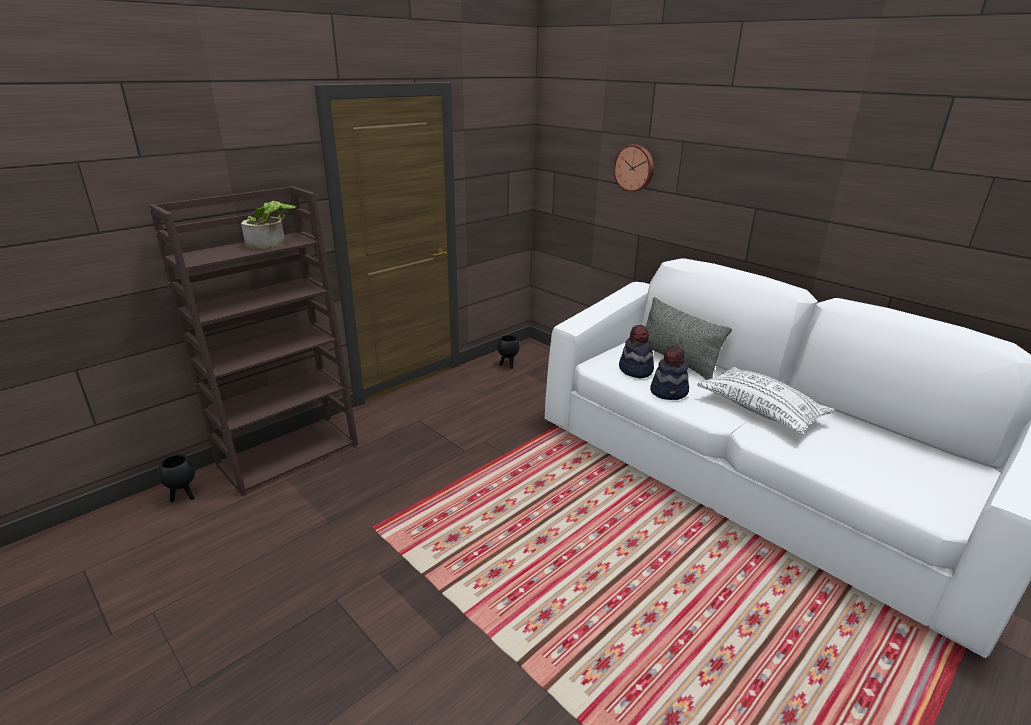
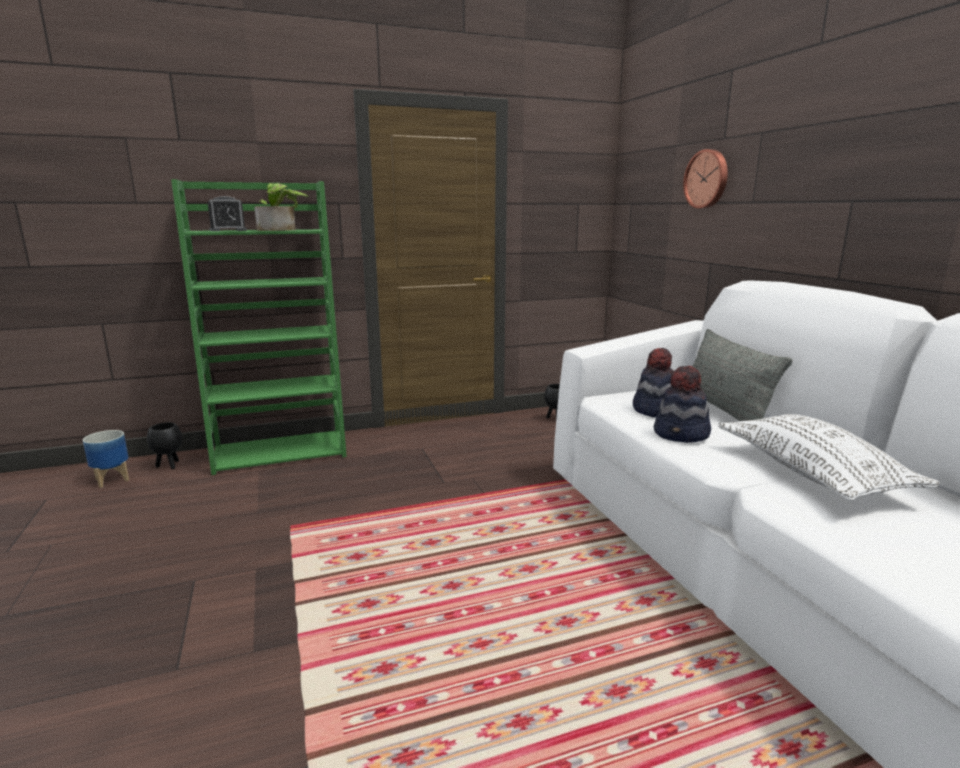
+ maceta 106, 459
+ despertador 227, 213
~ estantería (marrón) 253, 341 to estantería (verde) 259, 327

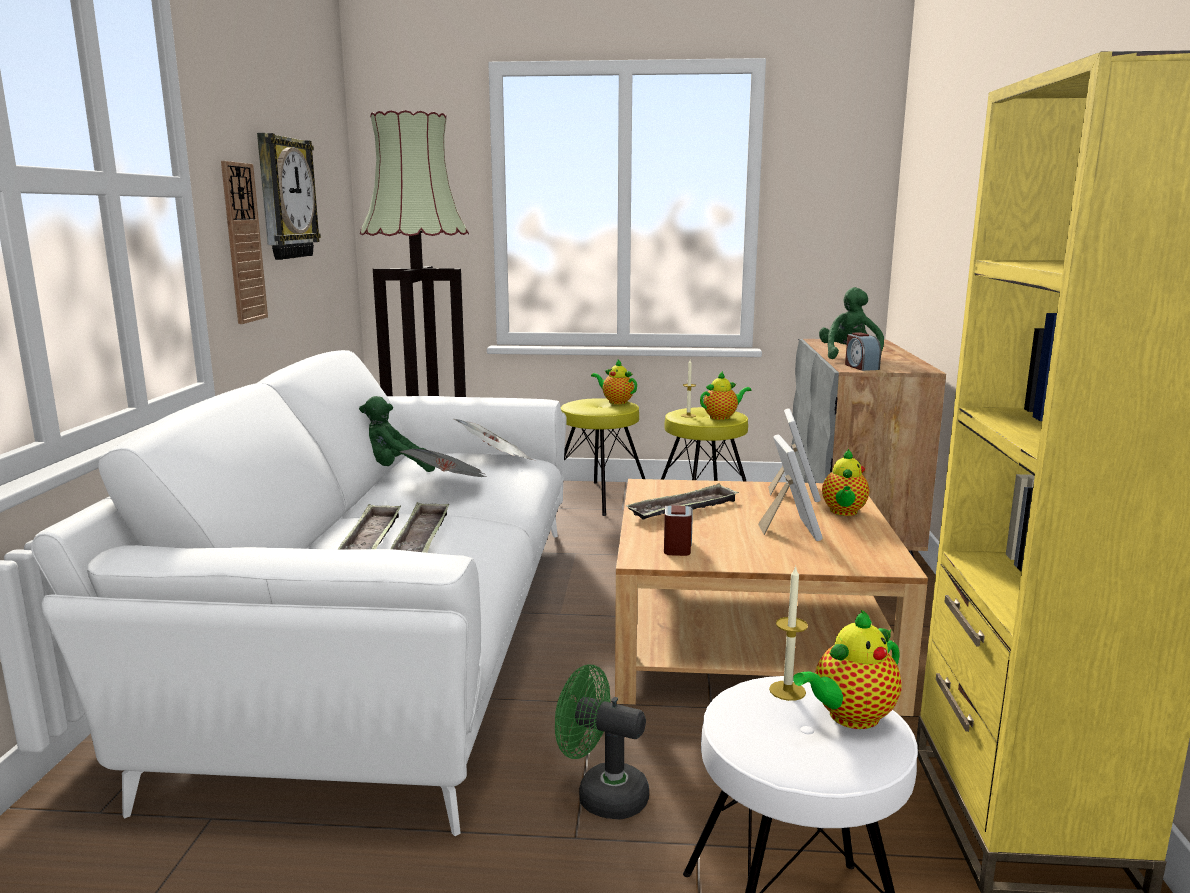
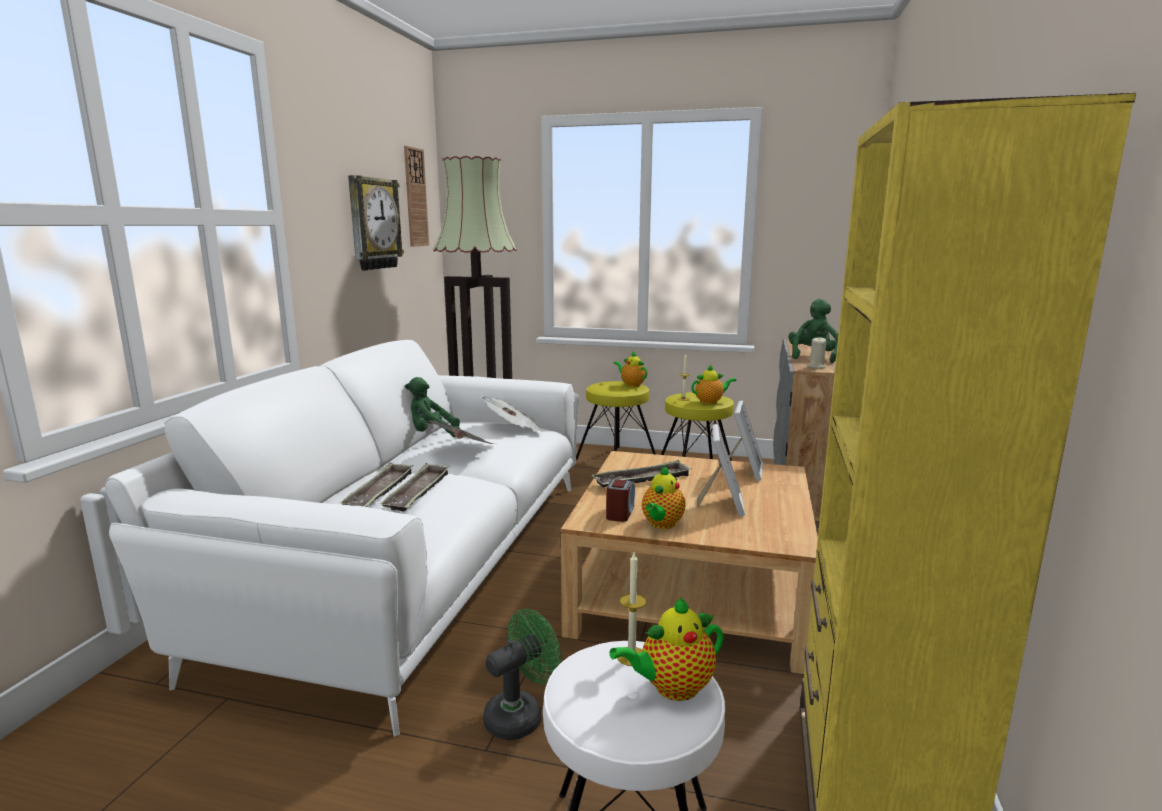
~ reloj de pared 244, 242 to 416, 196
~ tetera 845, 482 to 664, 497
~ despertador 863, 351 to vela (beis) 816, 353
~ ventilador (verde) 602, 742 = 522, 674 105 degrees clockwise

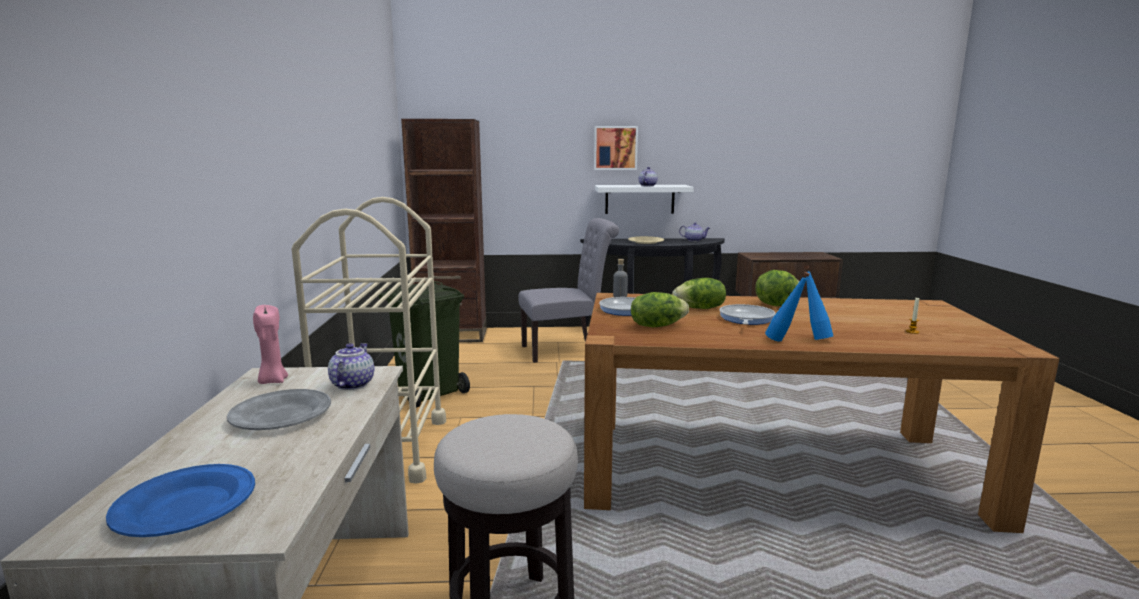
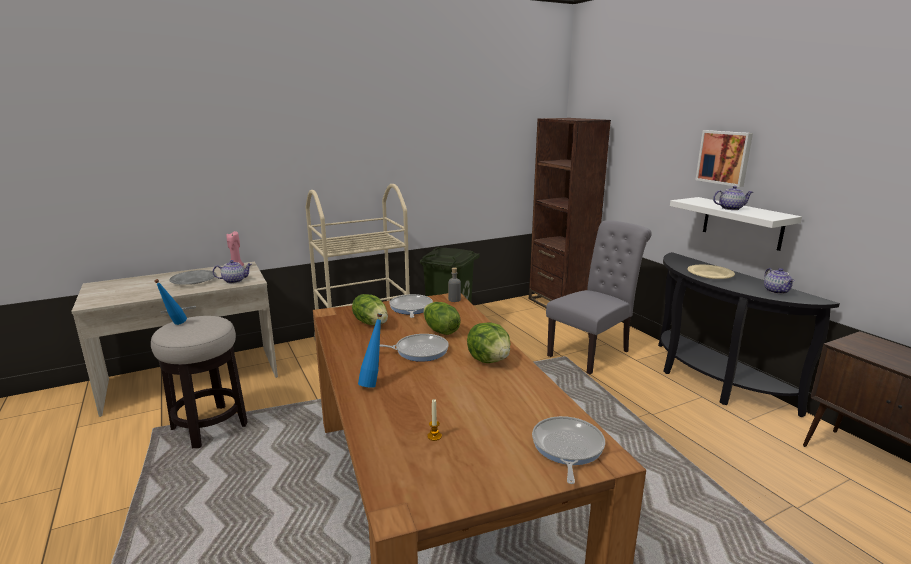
- plato (azul) 180, 500
+ sartén 568, 450
~ botella (azul) 787, 307 to 170, 302
~ silla (gris) 568, 290 = 599, 297 90 degrees counterclockwise

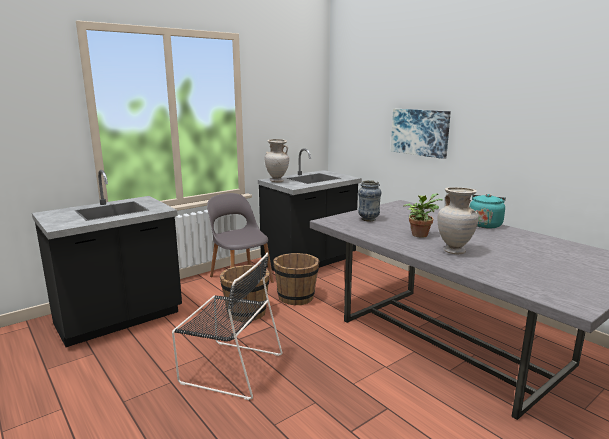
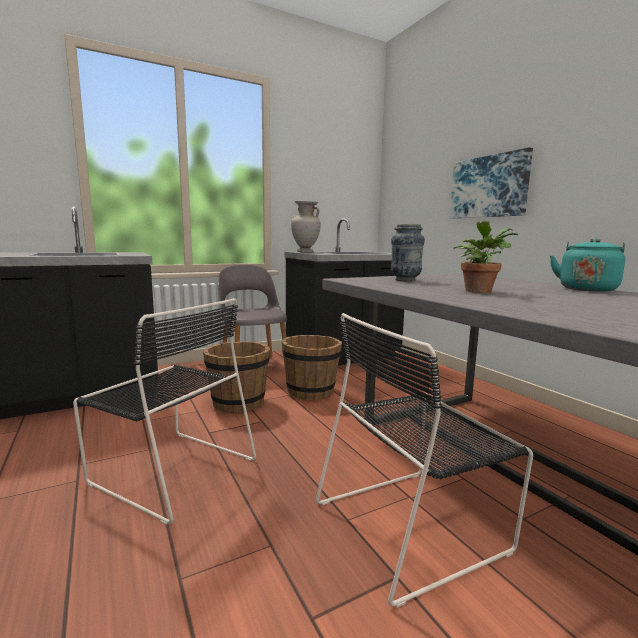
- florero (beis) 458, 220
+ silla (negro) 424, 460

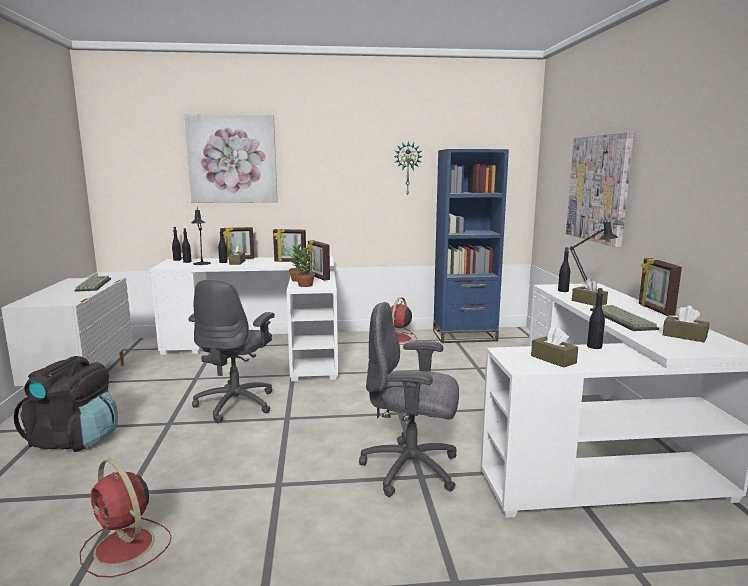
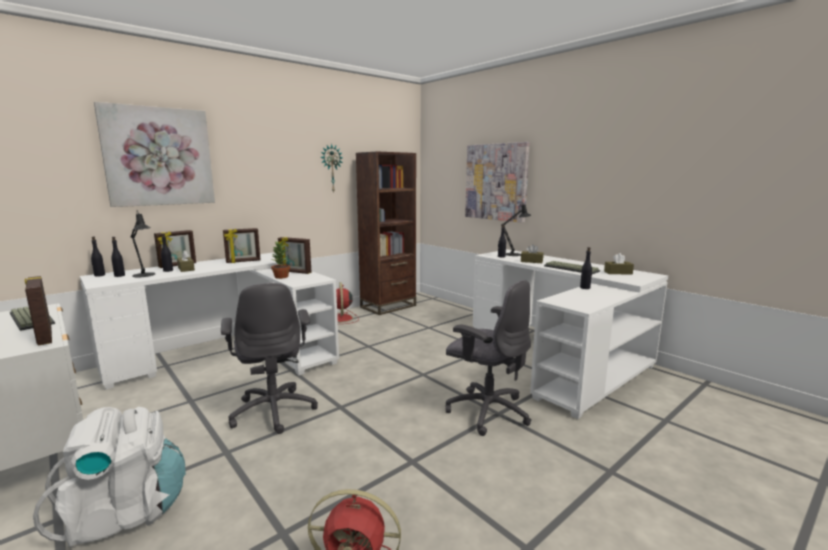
- planta en maceta 305, 267
- caja de pañuelos (marrón) 554, 347
~ portarretratos 660, 287 to 38, 311
~ mochila (negro) 66, 404 to mochila (blanco) 109, 477
~ estantería (azul) 471, 246 to estantería (marrón) 386, 233
~ silla de oficina (gris) 409, 399 = 488, 358 120 degrees counterclockwise

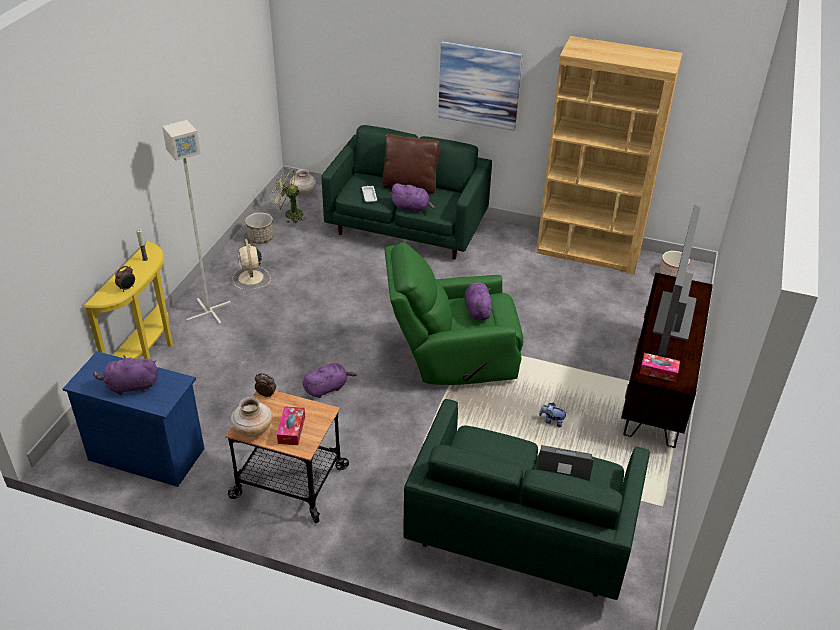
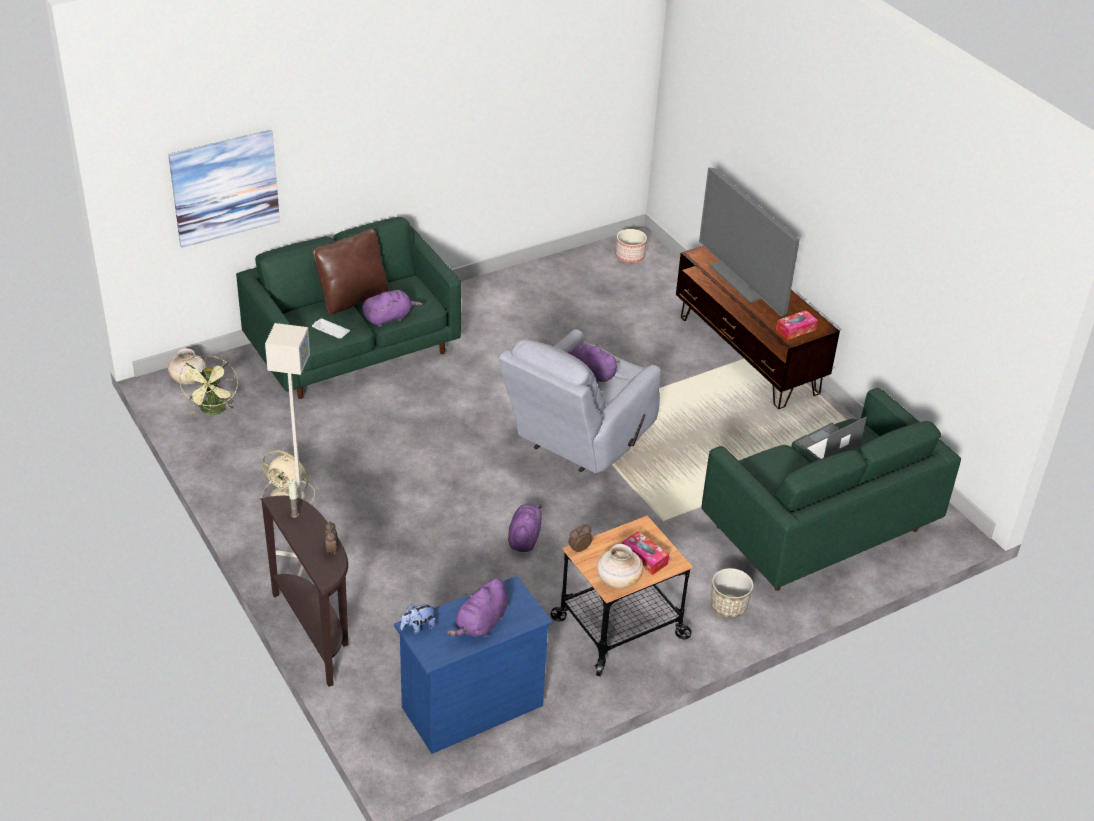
- estantería (marrón) 609, 155
~ maceta 259, 228 to 732, 593
~ cuadro 480, 86 to 224, 189
~ peluche 553, 414 to 418, 619
~ mesa consola (amarillo) 128, 300 to mesa consola (marrón) 304, 591
~ sillón (verde) 453, 313 to sillón (gris) 580, 401
~ ventilador (verde) 287, 195 = 208, 385 60 degrees counterclockwise

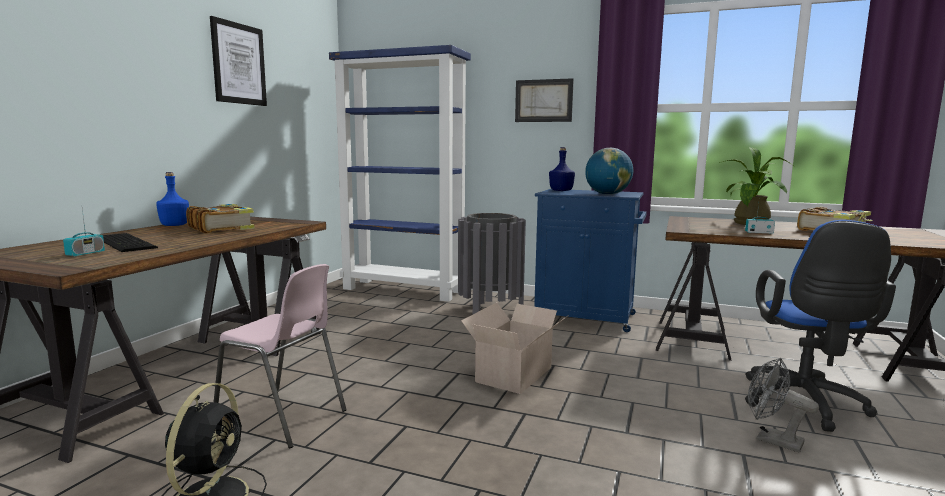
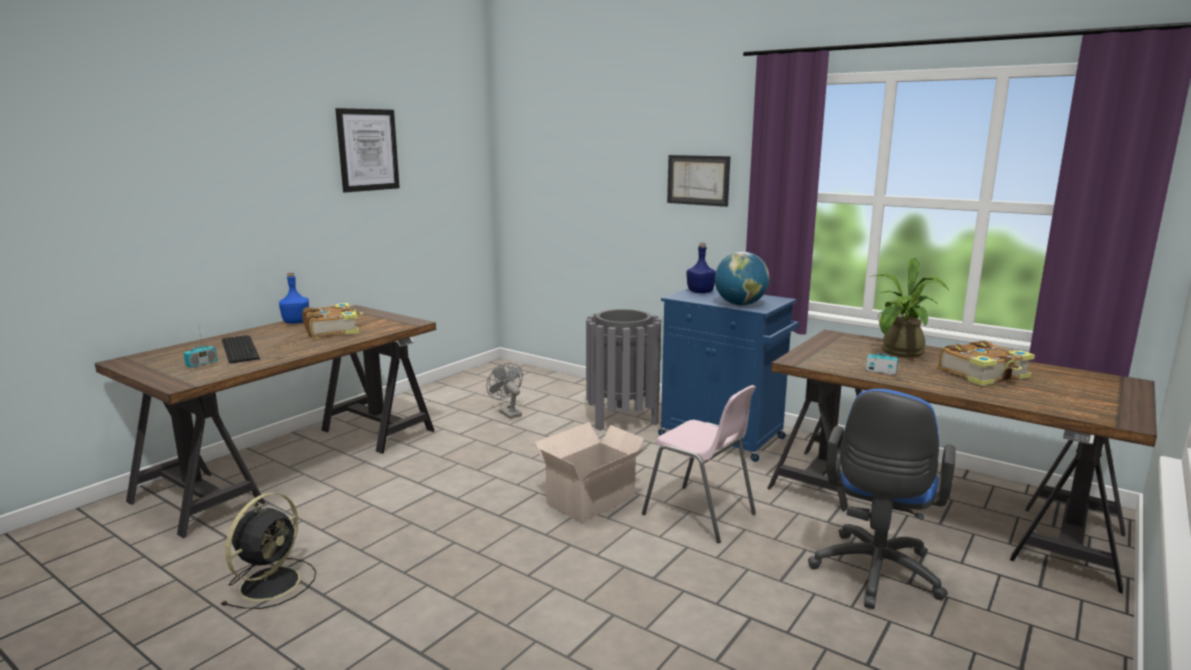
- estantería (azul) 400, 173
~ silla (rosa) 280, 356 to 699, 464
~ ventilador (gris) 783, 405 to 504, 391

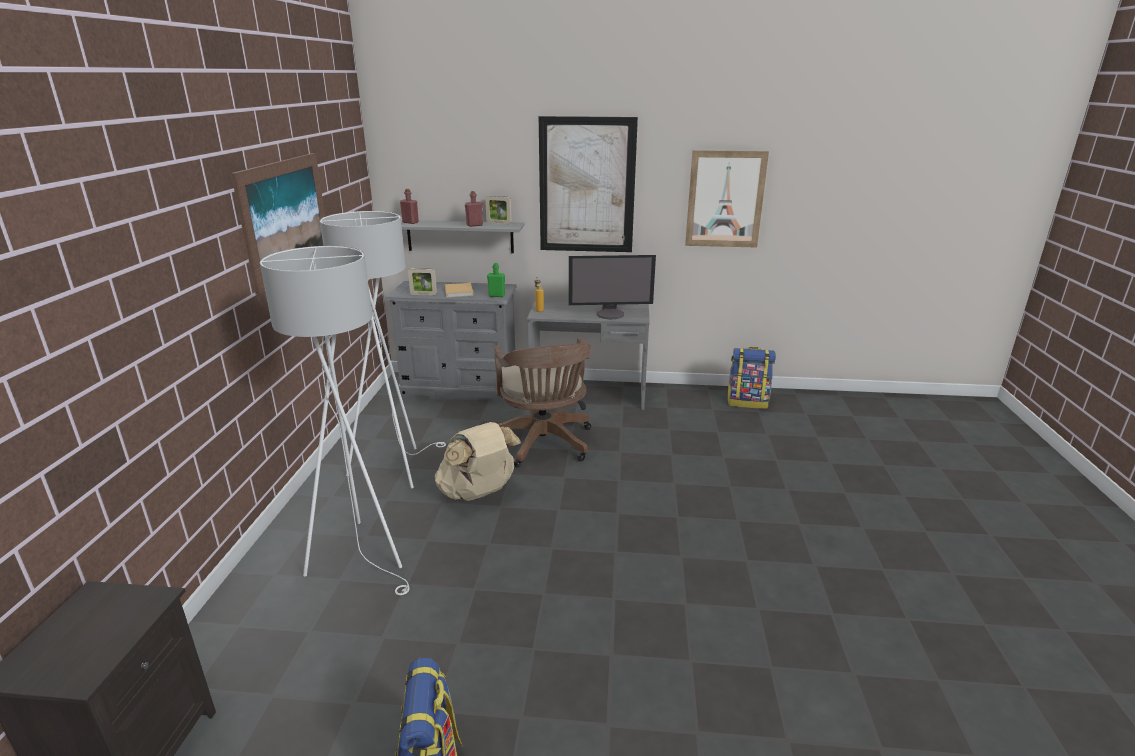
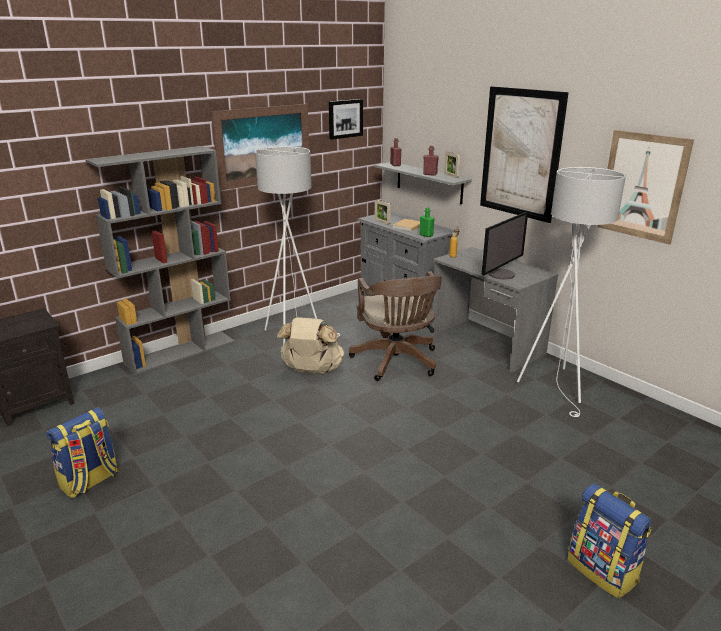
+ estantería (gris) 160, 260
+ cuadro 346, 119
~ lámpara de pie (blanco) 334, 420 to 571, 292
~ mochila 751, 378 to 609, 541
~ silla de oficina (marrón) 542, 402 = 395, 326 45 degrees counterclockwise
~ monitor 612, 287 = 505, 245 90 degrees counterclockwise

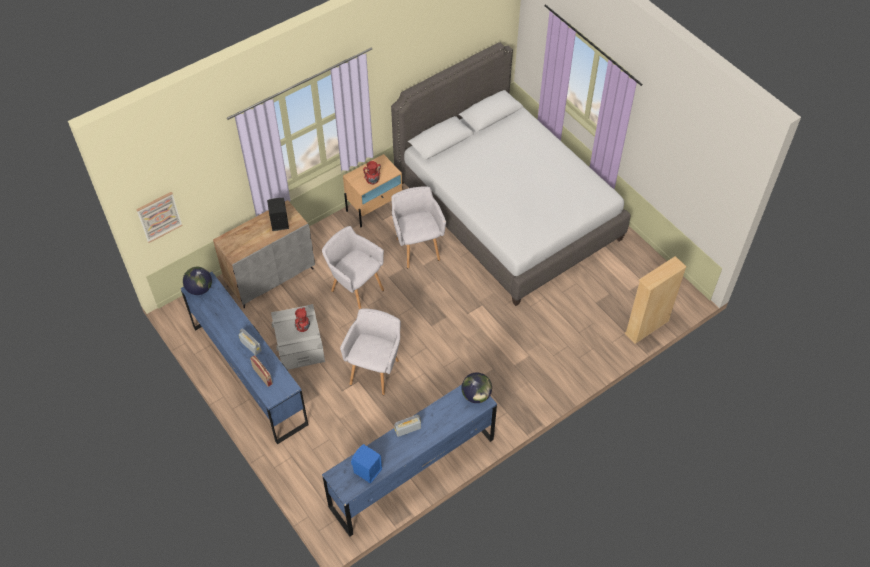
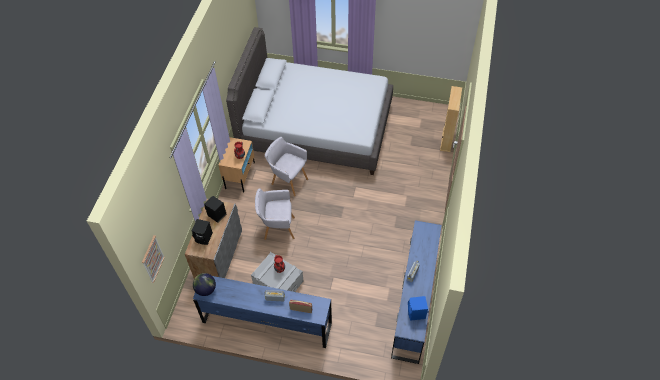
- sillón (gris) 370, 351
- globo terráqueo 476, 388
+ altavoz (negro) 202, 232

